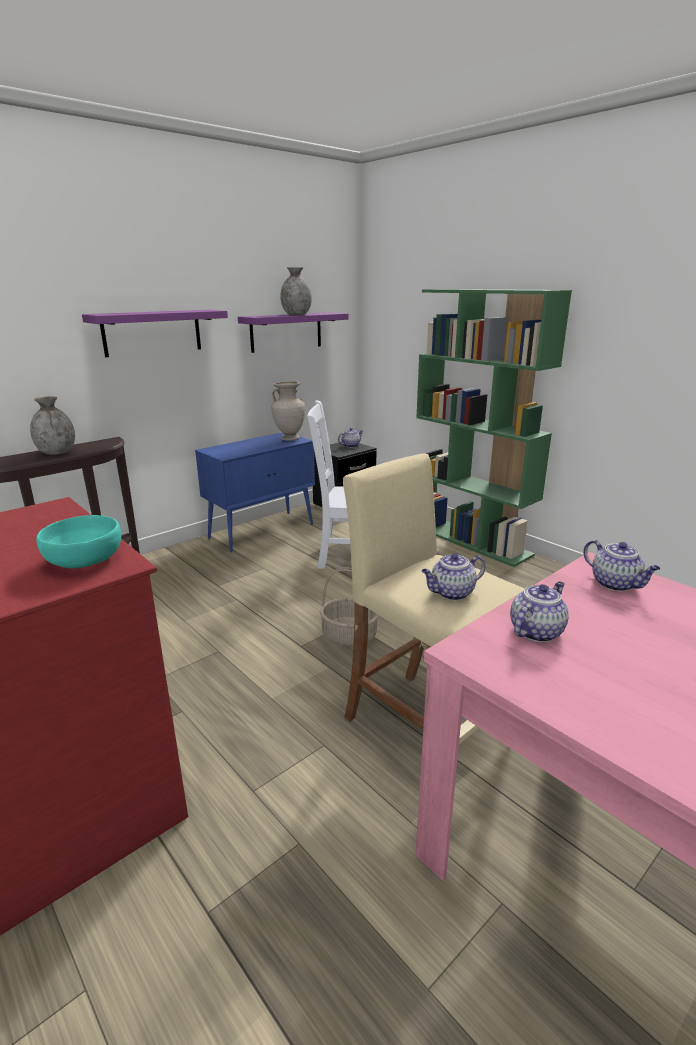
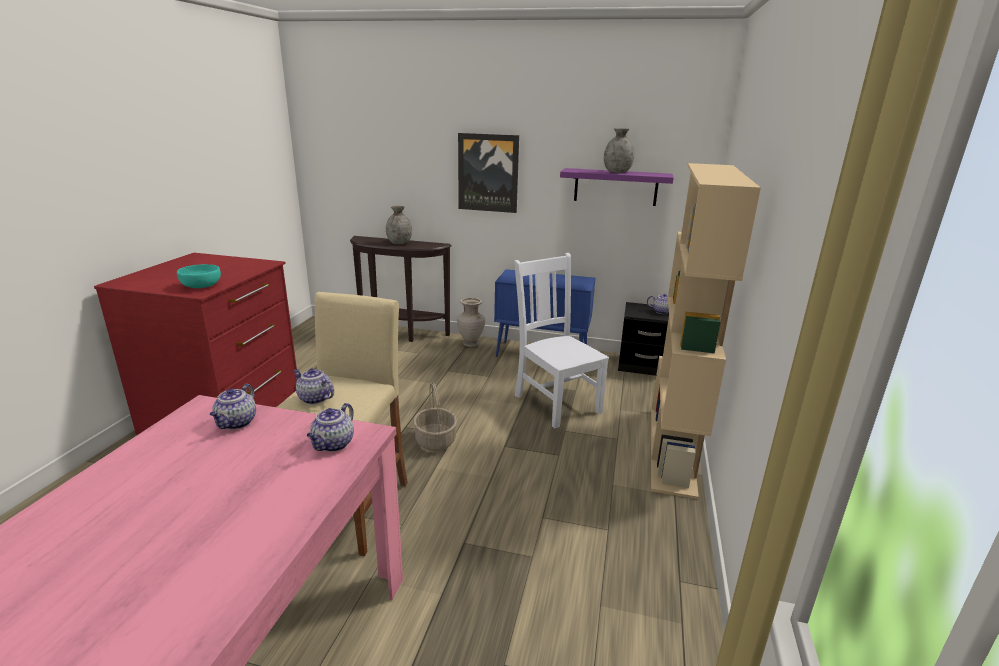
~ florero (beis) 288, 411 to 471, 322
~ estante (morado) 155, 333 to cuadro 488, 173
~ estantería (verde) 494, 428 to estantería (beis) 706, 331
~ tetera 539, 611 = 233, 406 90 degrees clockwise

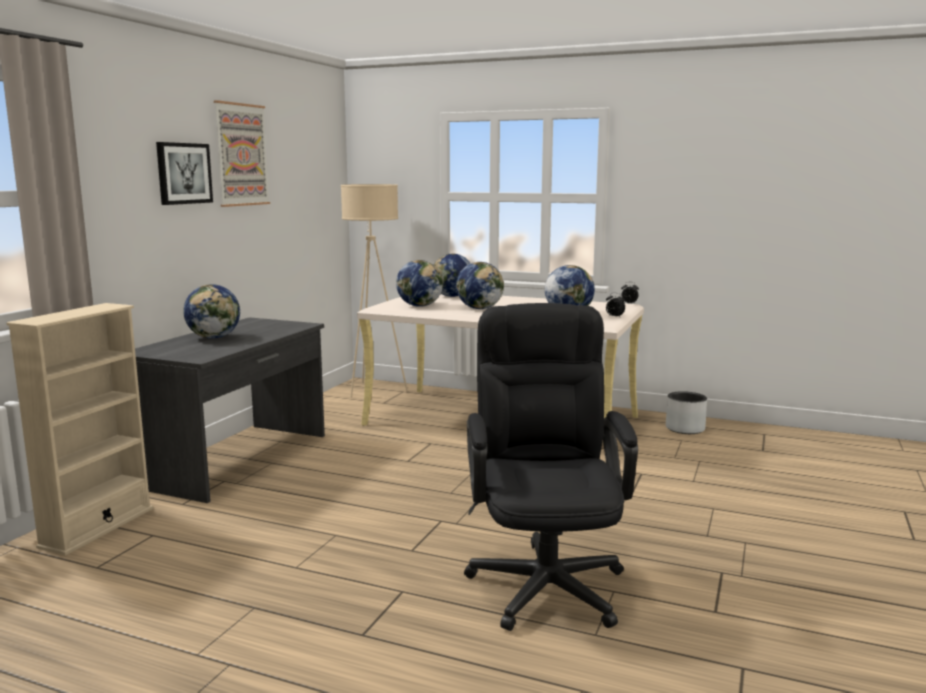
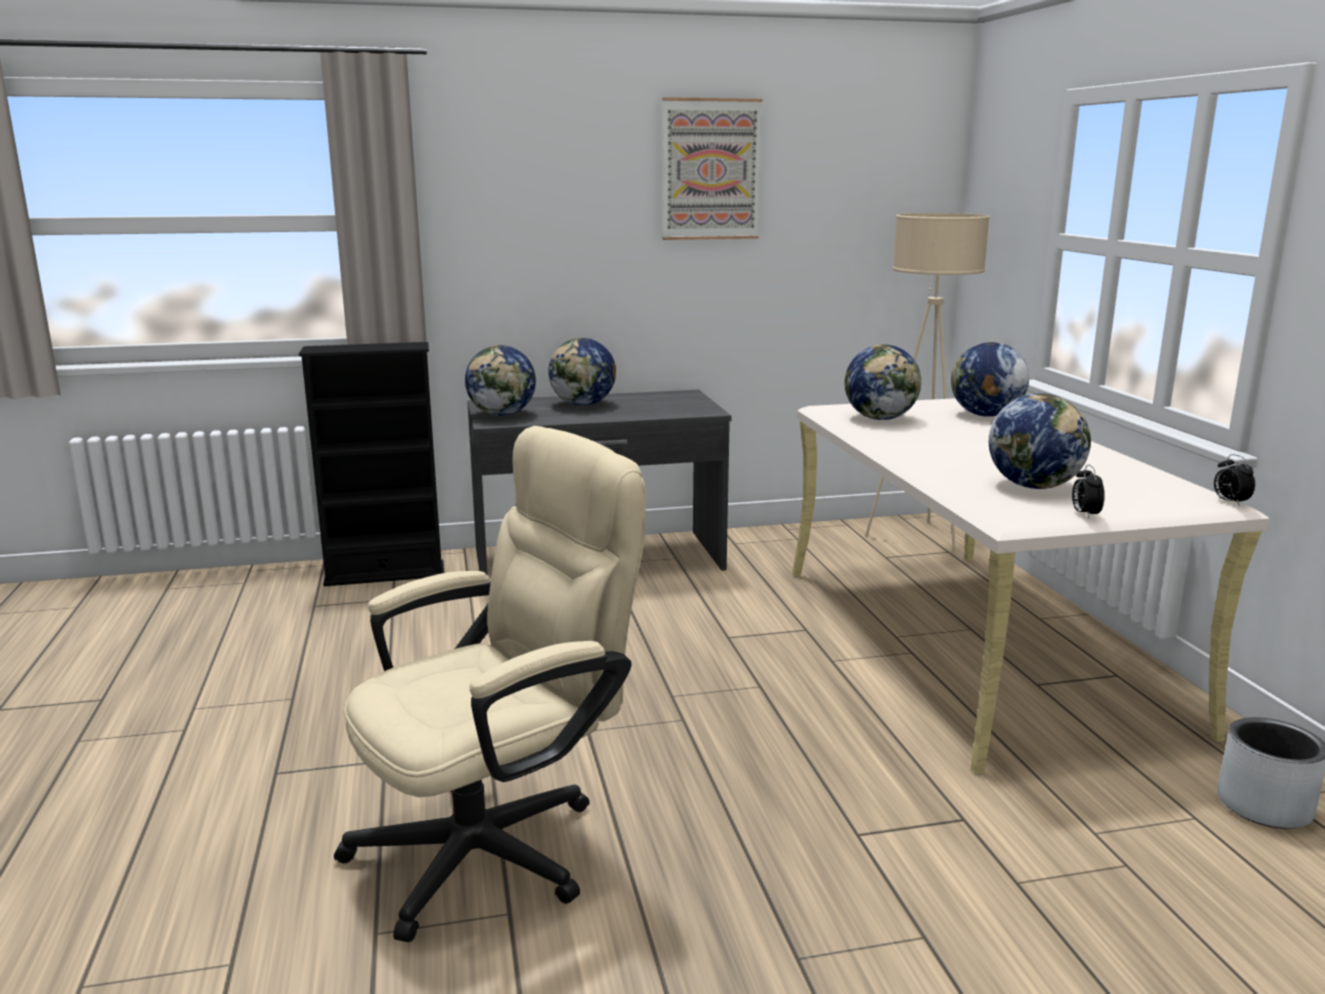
- cuadro 184, 173
~ globo terráqueo 480, 285 to 500, 380
~ estantería (beis) 79, 429 to estantería (negro) 371, 464
~ silla de oficina (negro) 551, 467 to silla de oficina (beis) 490, 684

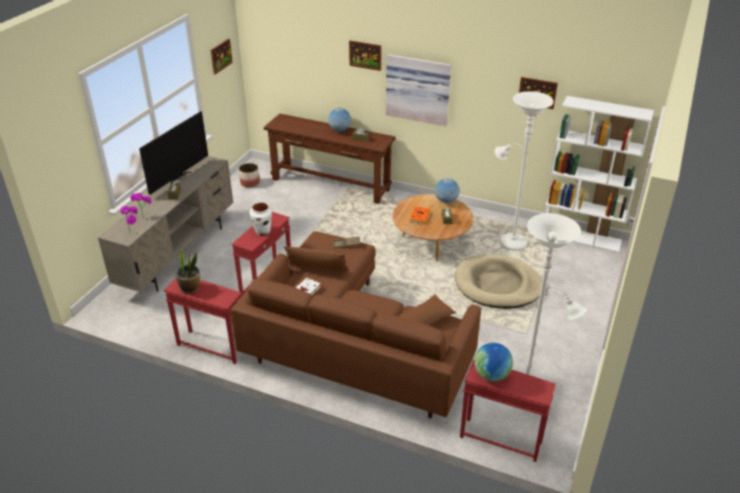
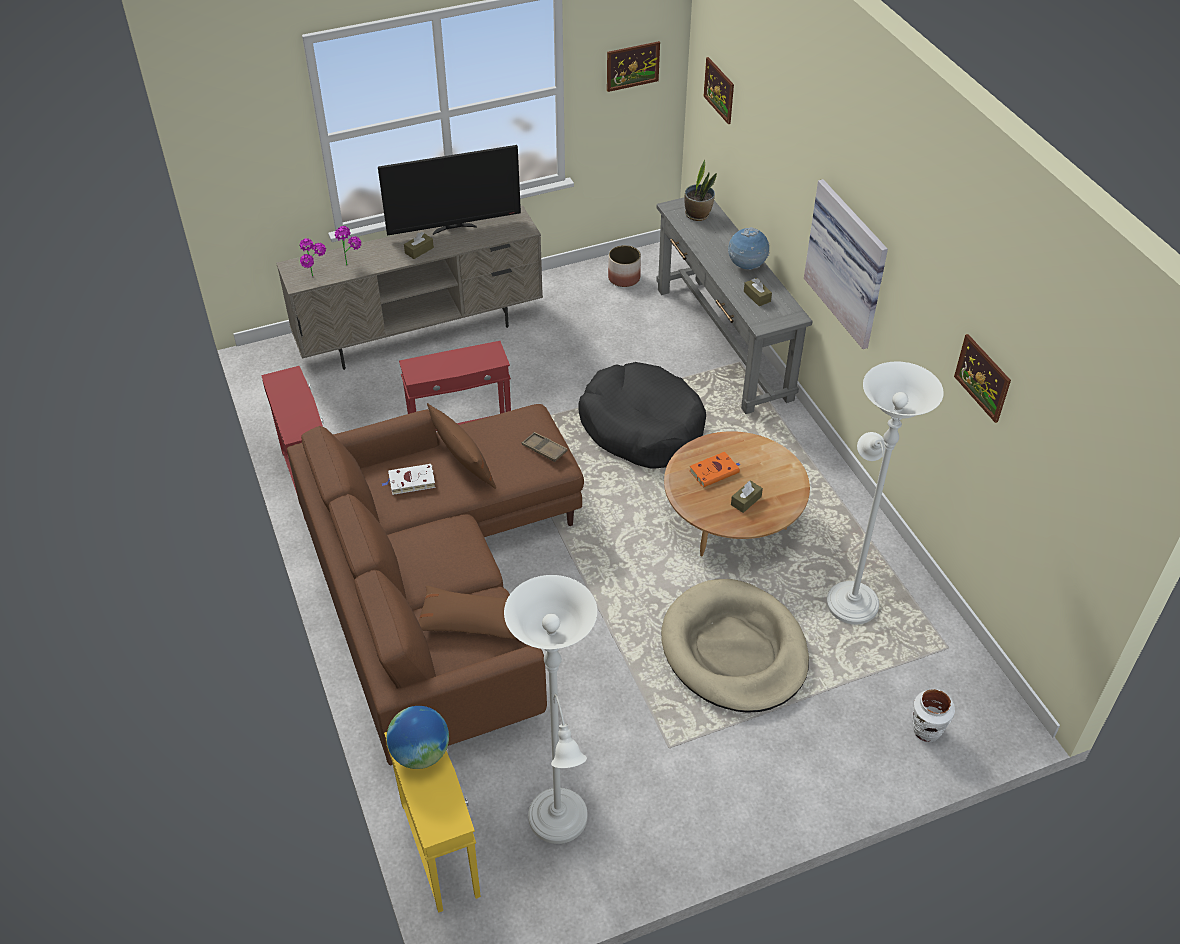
- globo terráqueo 447, 191
- estantería (blanco) 599, 174
+ cama para perro (negro) 642, 415
~ planta en maceta 188, 271 to 700, 190
~ florero (blanco) 261, 219 to 934, 715
~ cuadro 365, 56 to 718, 90
~ mesa consola (marrón) 329, 159 to mesa consola (gris) 734, 305
~ mesa auxiliar (rojo) 508, 411 to mesa auxiliar (amarillo) 432, 822

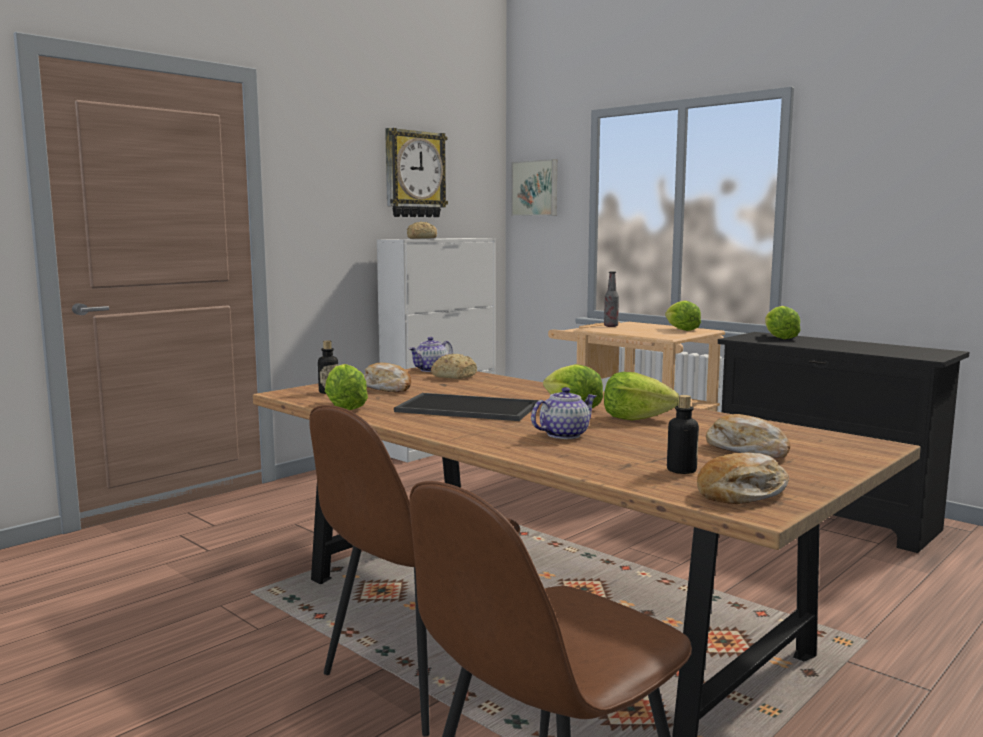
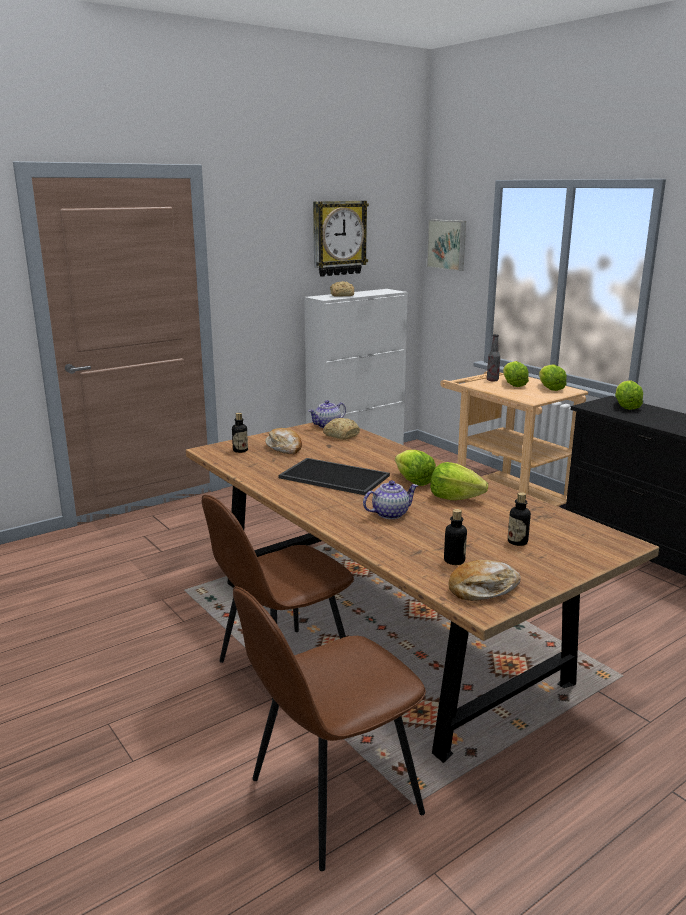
~ lechuga 346, 387 to 516, 374
~ pan 748, 436 to botella 519, 519

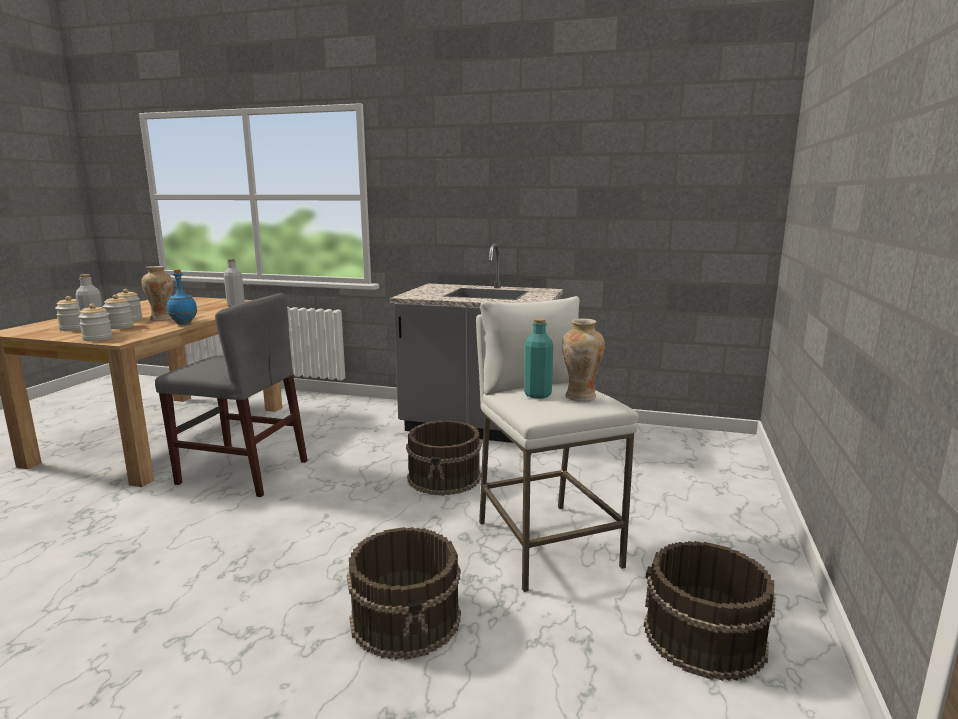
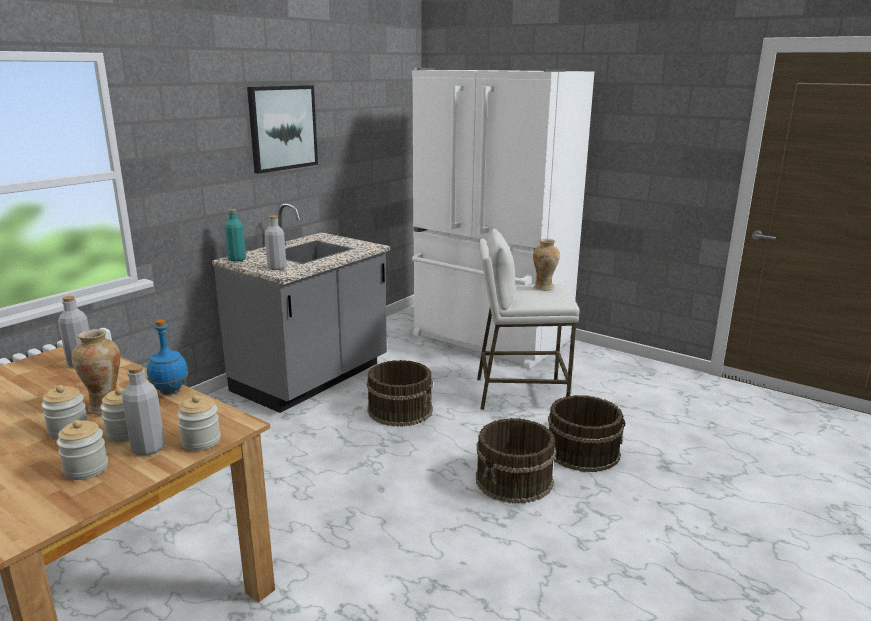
- silla (gris) 231, 395
+ cuadro 282, 129
+ botella (gris) 275, 243
+ nevera (blanco) 503, 218
~ botella (turquesa) 538, 358 to 235, 235
~ cubo (marrón) 709, 611 to 516, 461

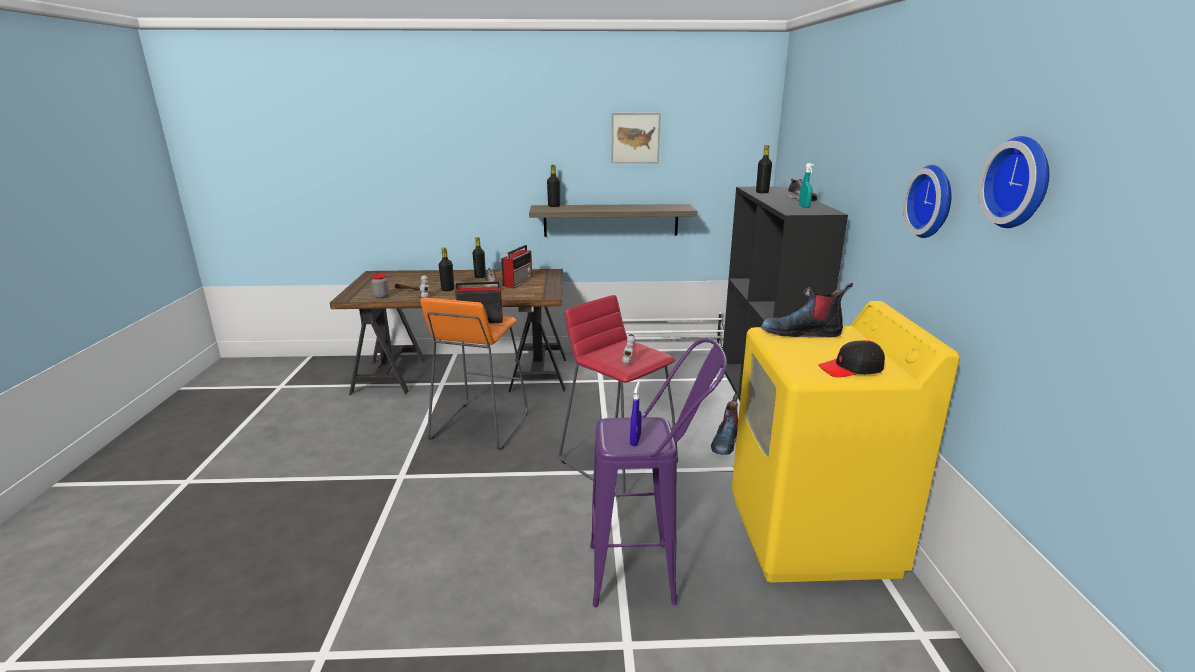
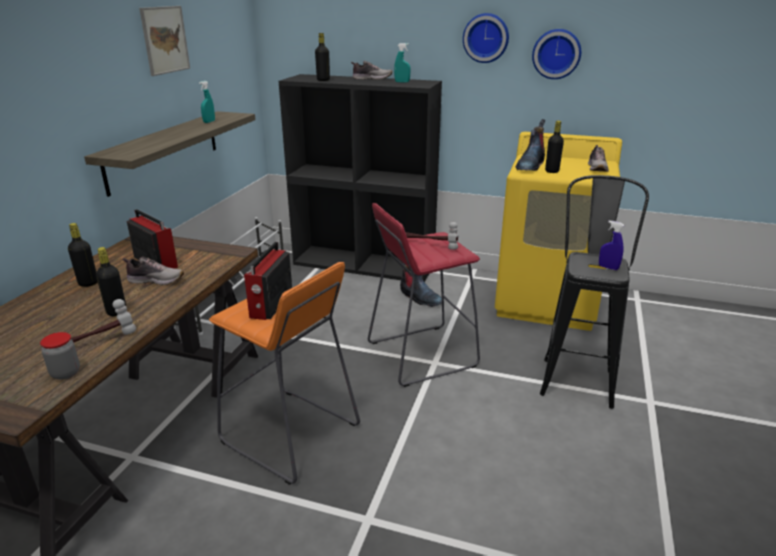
+ pulverizador (turquesa) 207, 102
~ botella (negro) 553, 186 to 554, 147
~ reloj de pared 1013, 182 to 486, 38
~ gorra (negro) 851, 358 to zapato 598, 158
~ taburete (morado) 658, 473 to taburete (negro) 594, 292

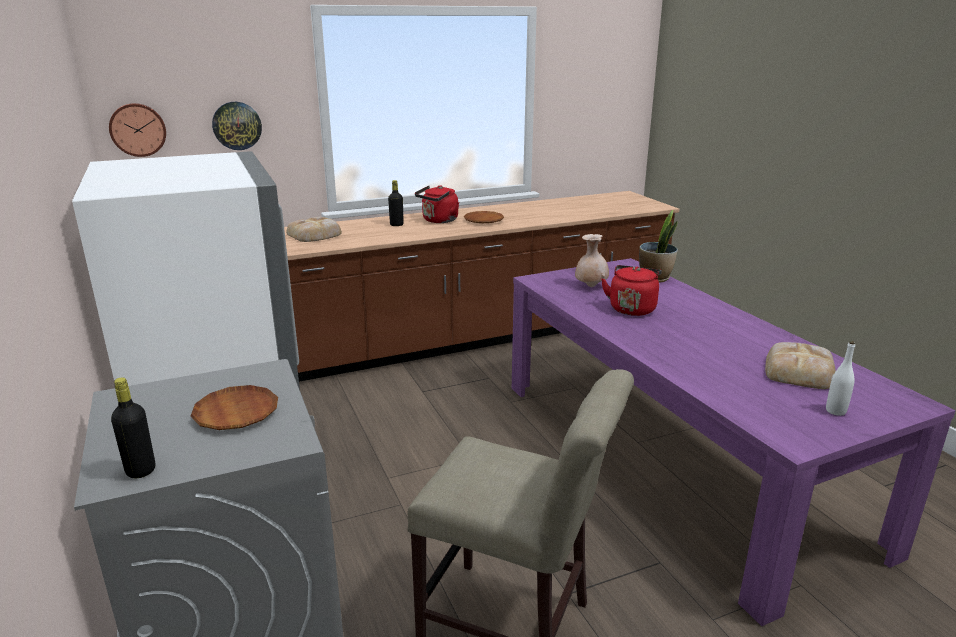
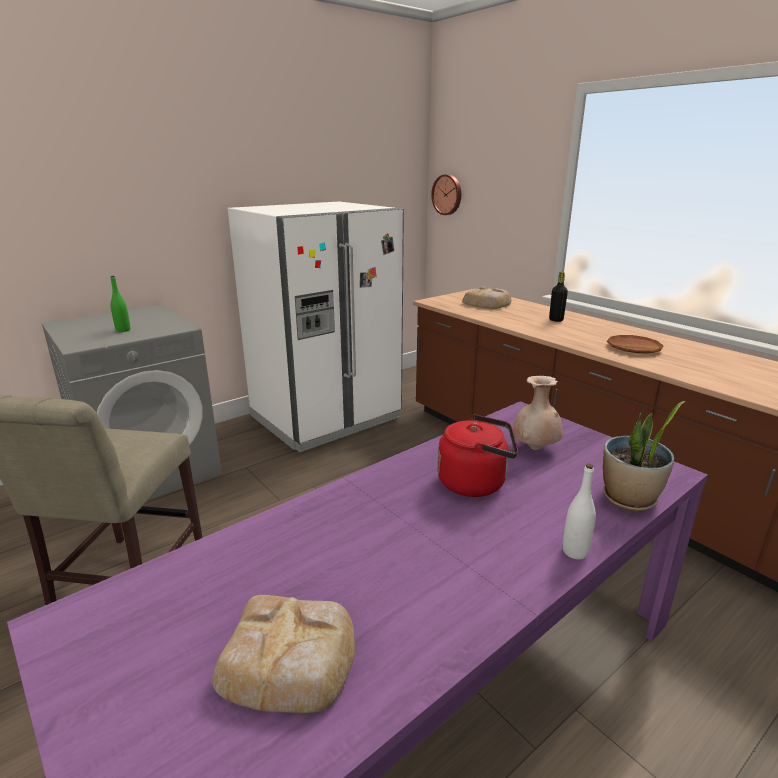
- botella (negro) 133, 427
- reloj de pared 237, 126
- hervidor (rojo) 437, 204
~ botella (blanco) 840, 378 to 579, 511
~ plato (marrón) 234, 407 to botella (verde) 120, 304

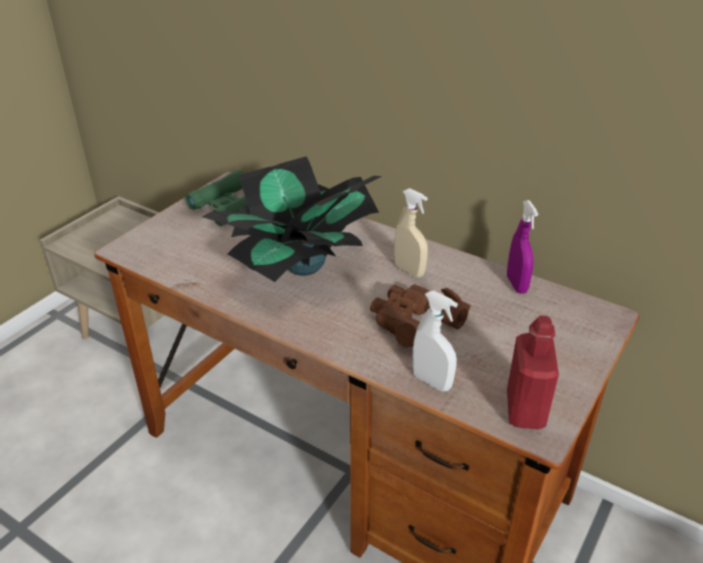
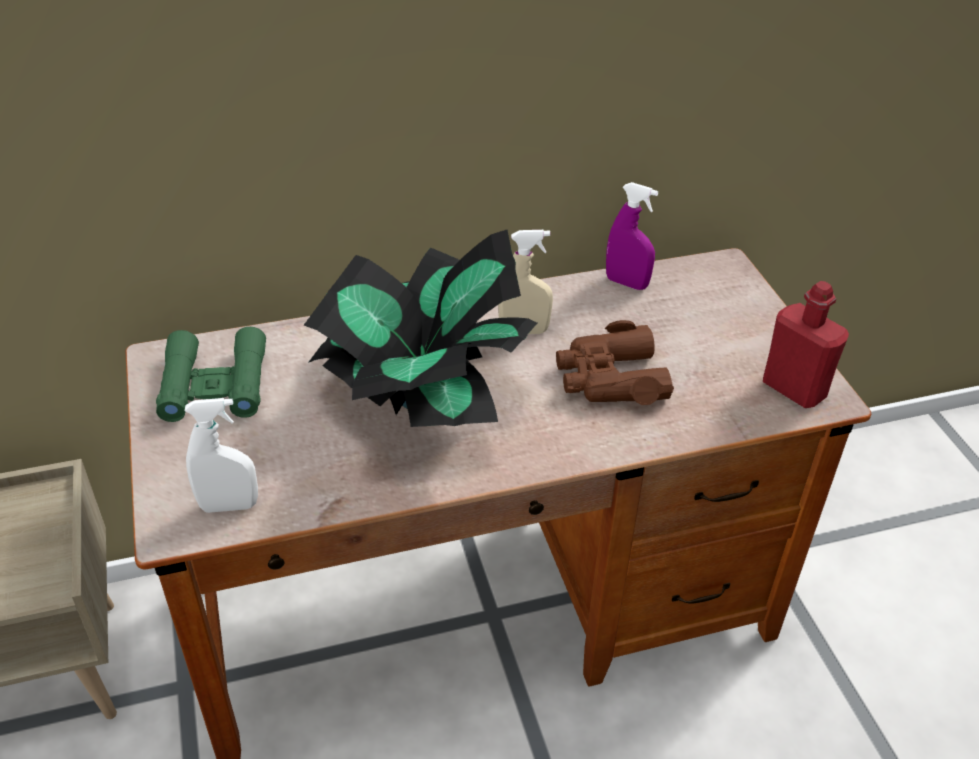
~ pulverizador (blanco) 435, 341 to 221, 455

